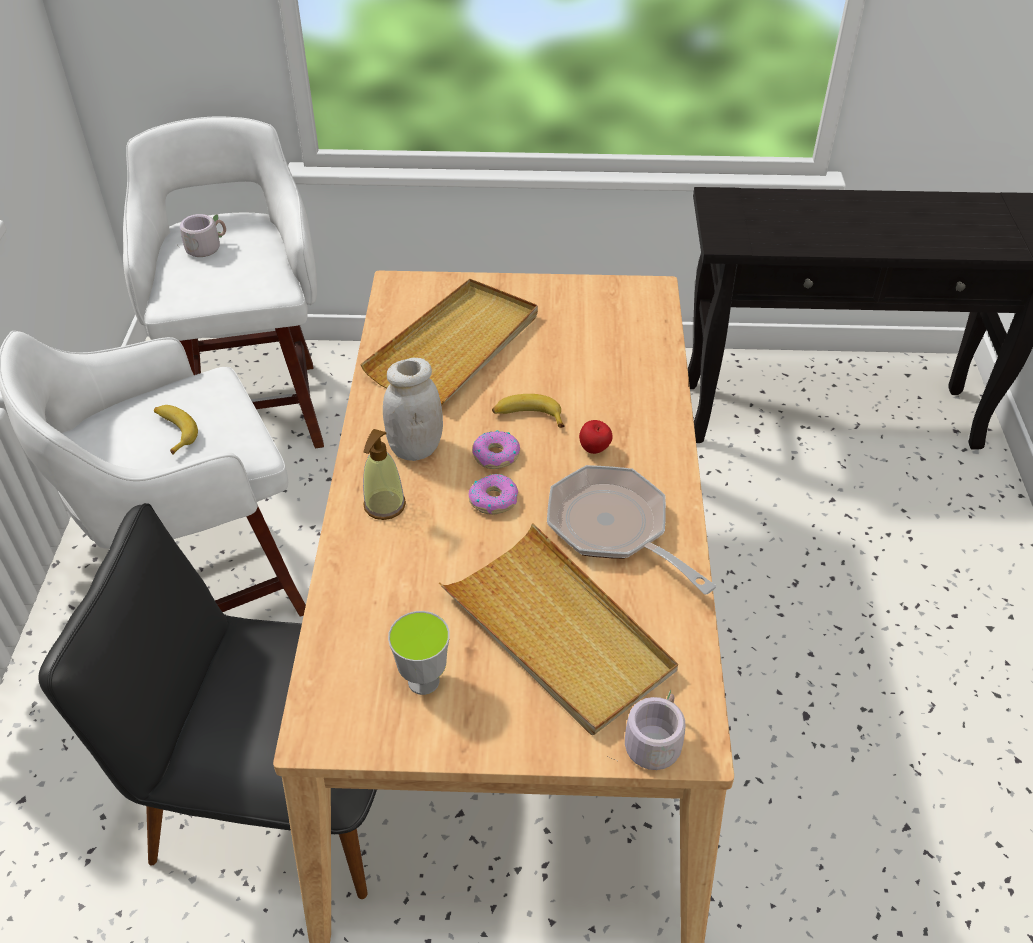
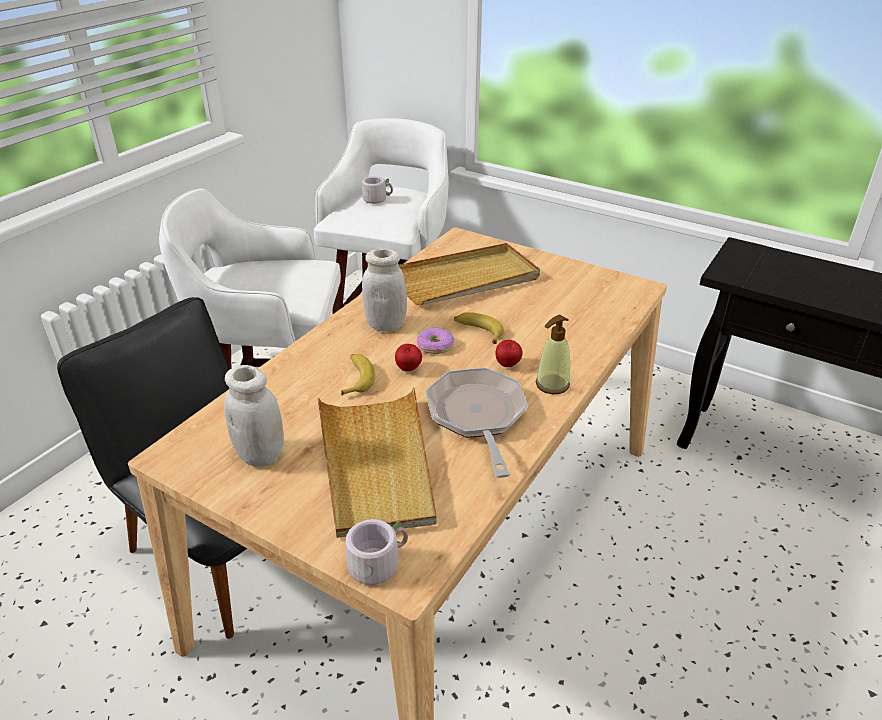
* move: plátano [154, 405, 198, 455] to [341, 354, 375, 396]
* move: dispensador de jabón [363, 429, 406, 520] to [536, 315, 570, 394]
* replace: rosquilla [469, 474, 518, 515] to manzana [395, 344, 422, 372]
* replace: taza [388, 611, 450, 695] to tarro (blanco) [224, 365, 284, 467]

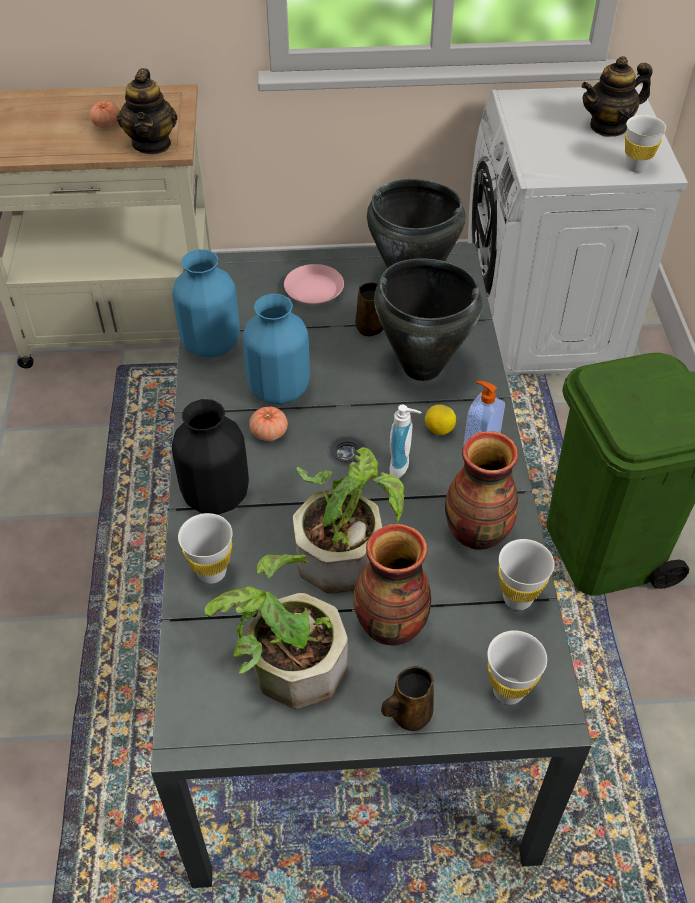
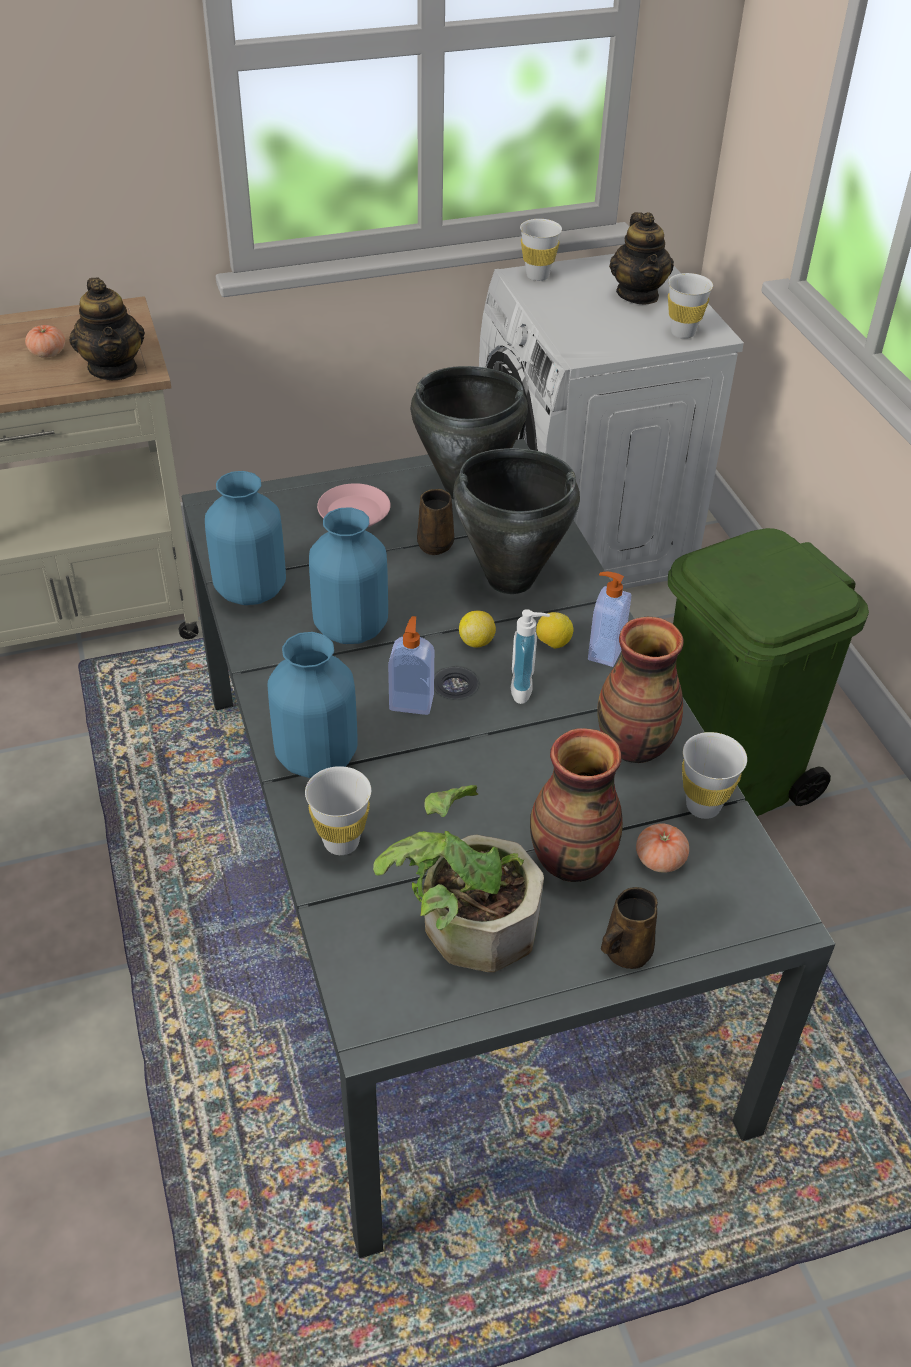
* rotate: tetera [582, 56, 653, 137] = [609, 212, 674, 304] 60 degrees counterclockwise
* recolor: florero (negro) [172, 399, 249, 515] to florero (azul) [268, 632, 358, 778]
* move: tomate [249, 406, 288, 441] to [636, 823, 689, 873]
* delete: planta en maceta [293, 447, 404, 593]
* move: taza (blanco) [487, 630, 547, 705] to [520, 219, 562, 281]
* insert: limón [459, 611, 496, 647]
* insert: dispensador de jabón [388, 616, 434, 715]

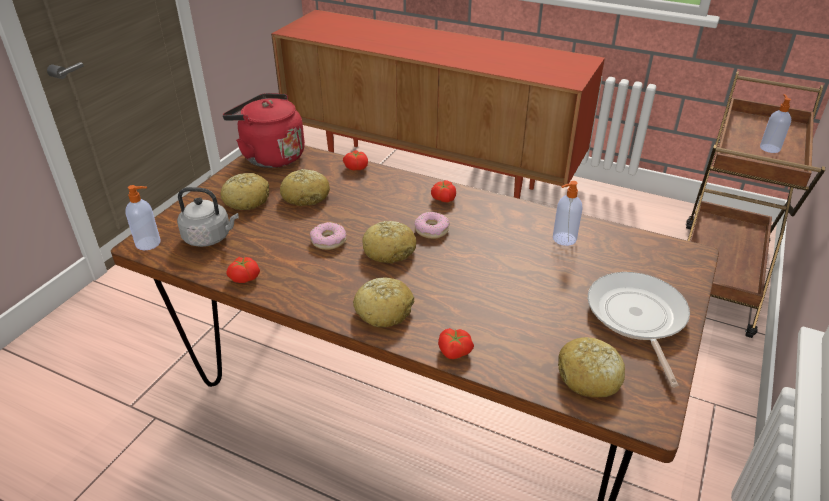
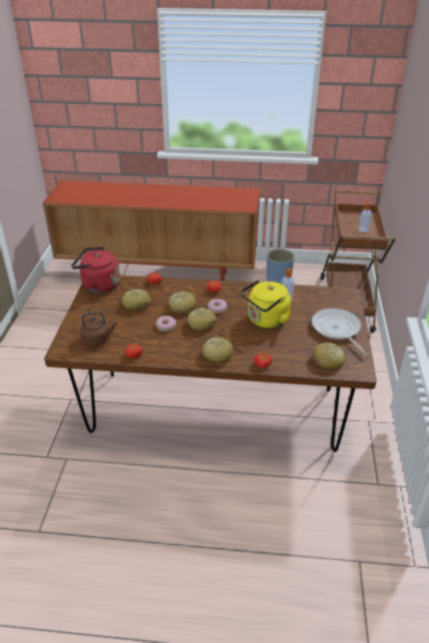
* move: pan [221, 173, 269, 210] to [169, 291, 197, 314]
* delete: dispensador de jabón [125, 185, 160, 250]
* recolor: hervidor (gris) [177, 187, 239, 247] to hervidor (marrón) [80, 311, 117, 345]
* insert: maceta (azul) [266, 249, 295, 284]
* insert: hervidor (amarillo) [240, 280, 291, 328]

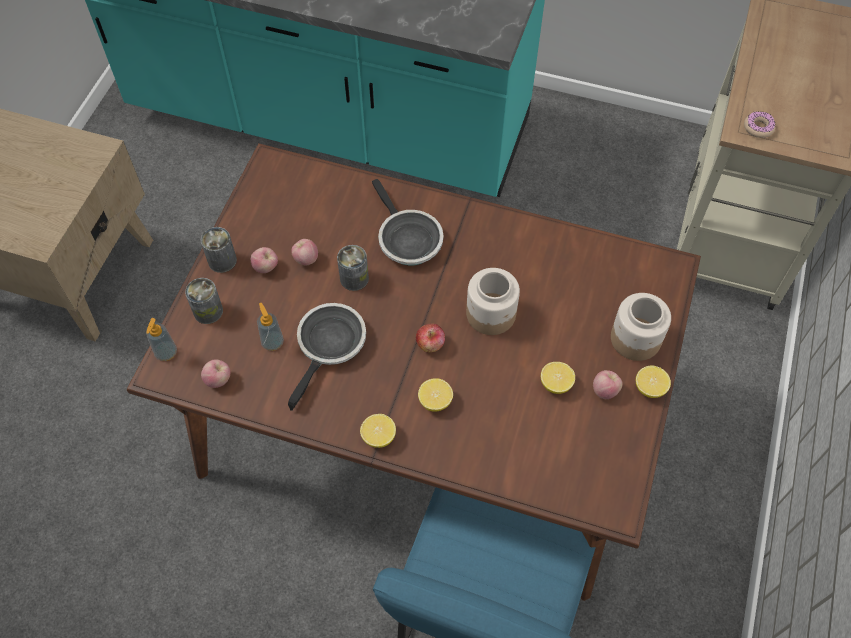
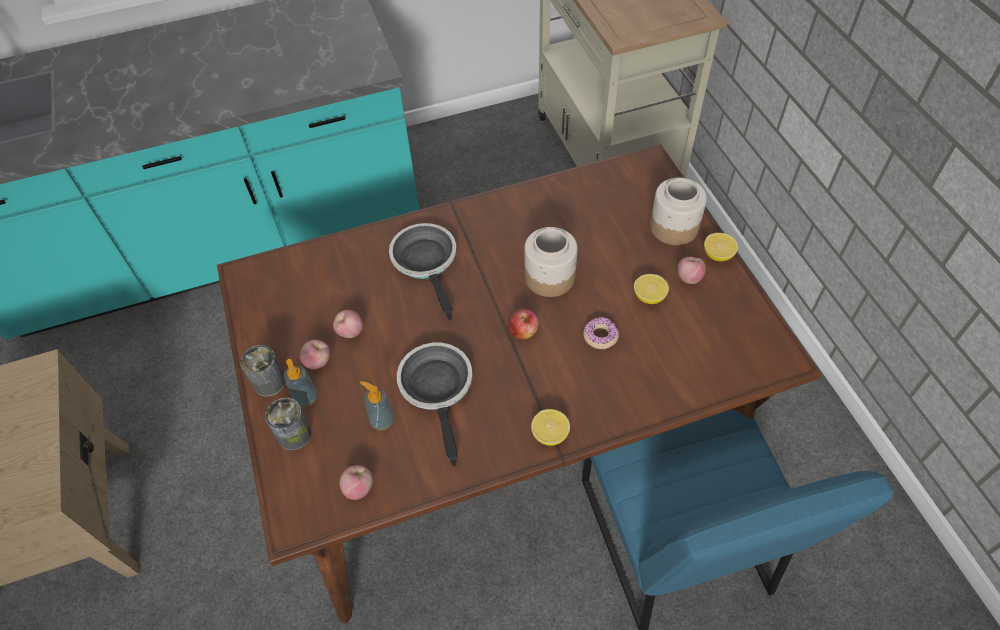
* move: rosquilla [744, 111, 776, 138] to [583, 317, 619, 349]
* rotate: sartén [372, 179, 443, 265] = [389, 223, 457, 320] 135 degrees counterclockwise
* delete: lata [337, 245, 369, 291]
* move: dispensador de jabón [146, 318, 177, 361] to [284, 359, 318, 407]
* delete: limón [418, 378, 453, 412]

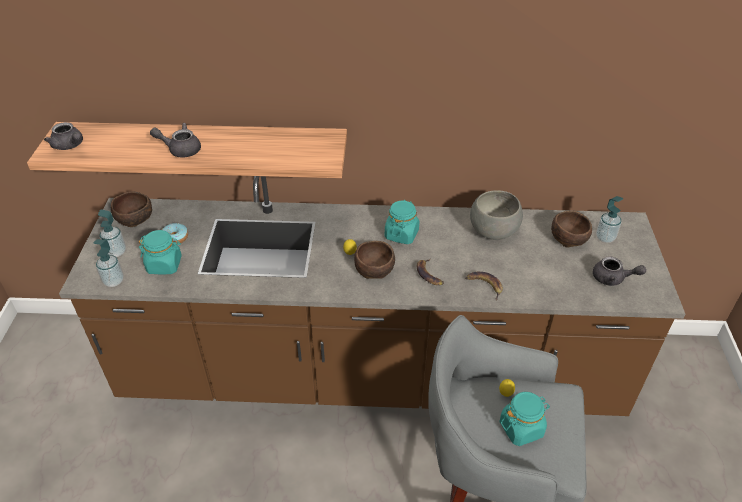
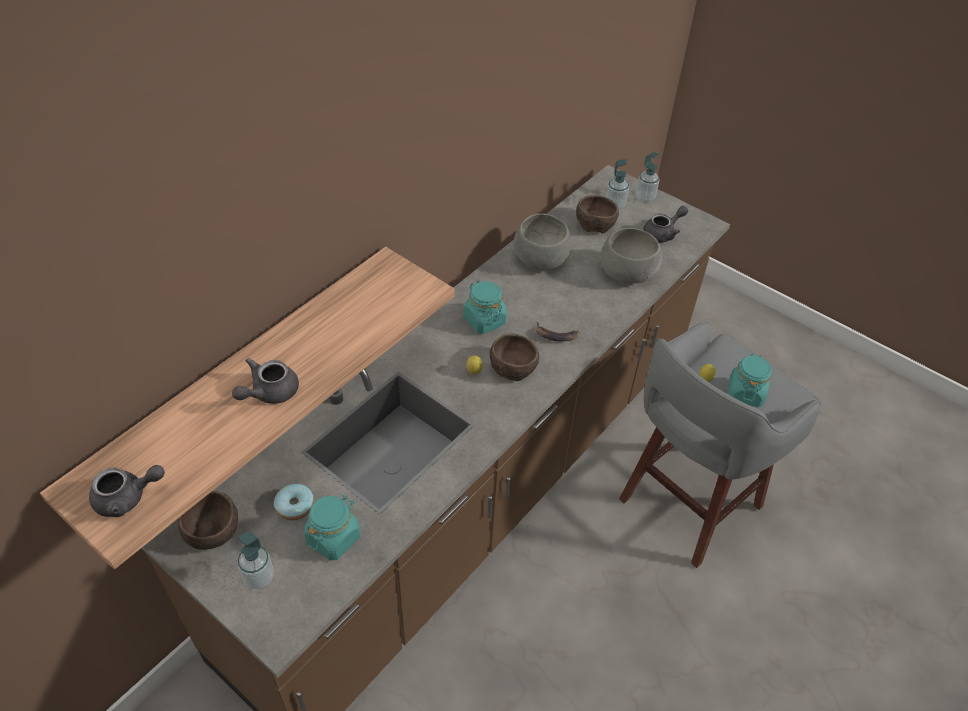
* move: dispensador de jabón [93, 239, 124, 287] to [636, 152, 660, 202]
* delete: plátano [465, 272, 503, 301]
* insert: cuenco (gris) [601, 228, 662, 284]

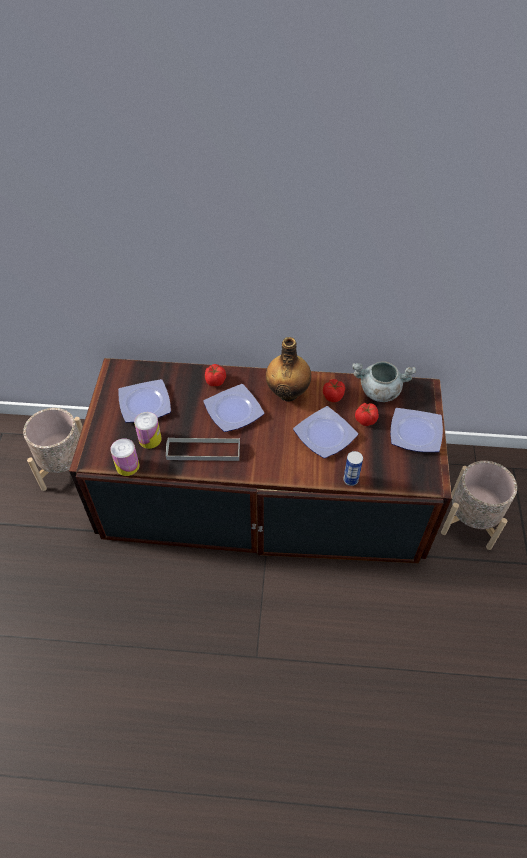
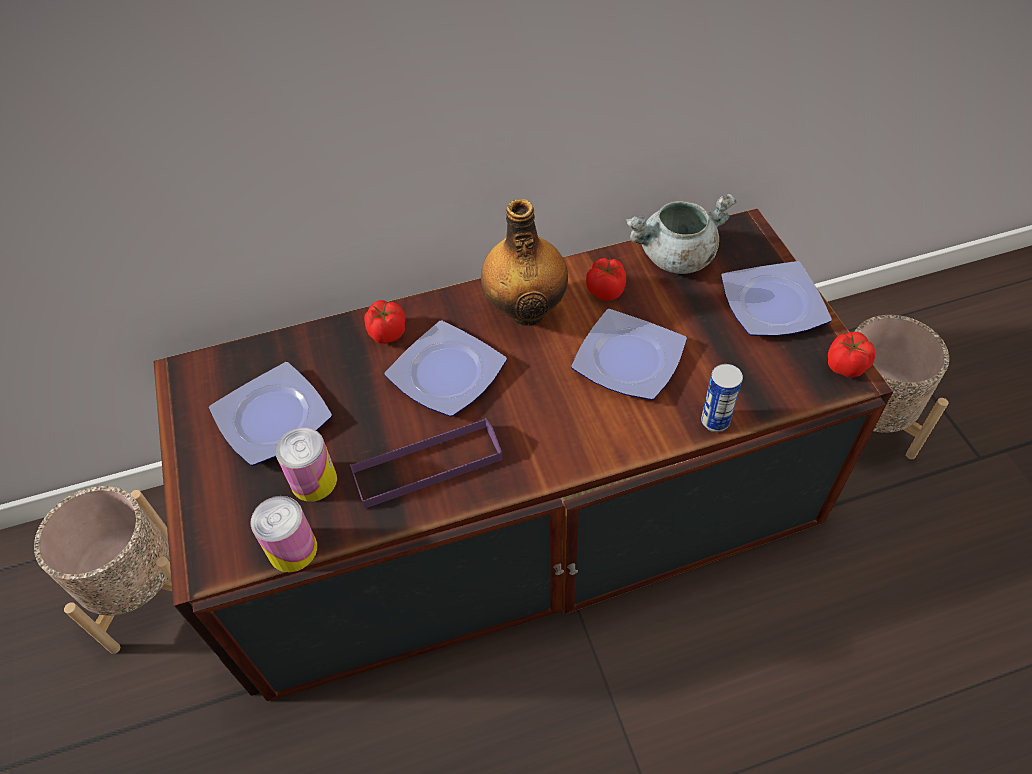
* move: tomate [355, 403, 379, 426] to [828, 332, 875, 377]
* recolor: bandeja (gris) [166, 437, 240, 461] to bandeja (morado) [350, 418, 502, 509]

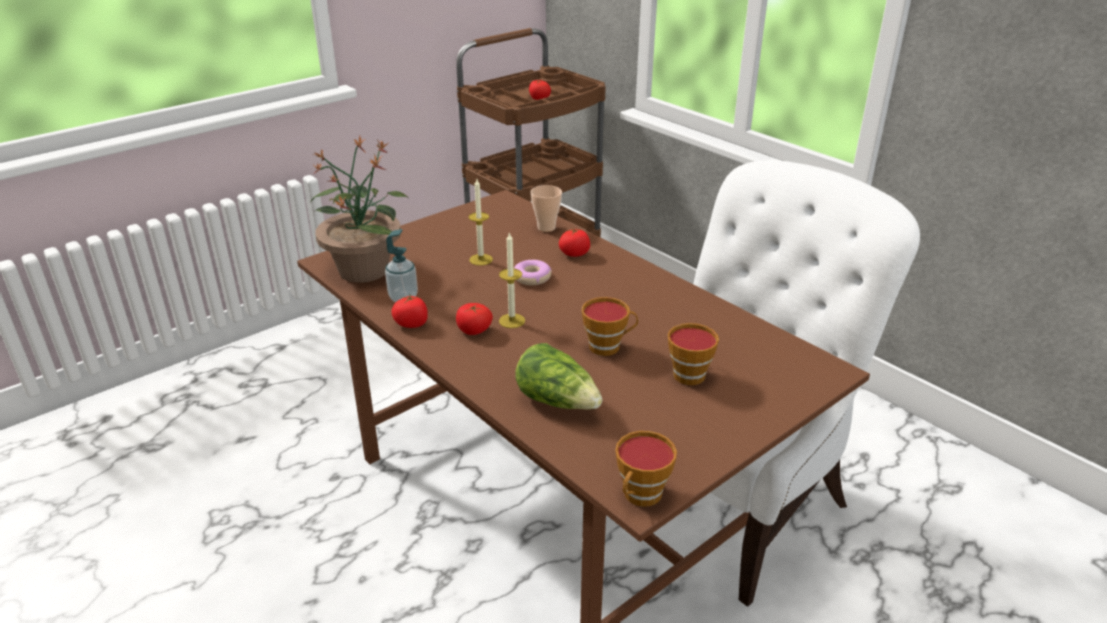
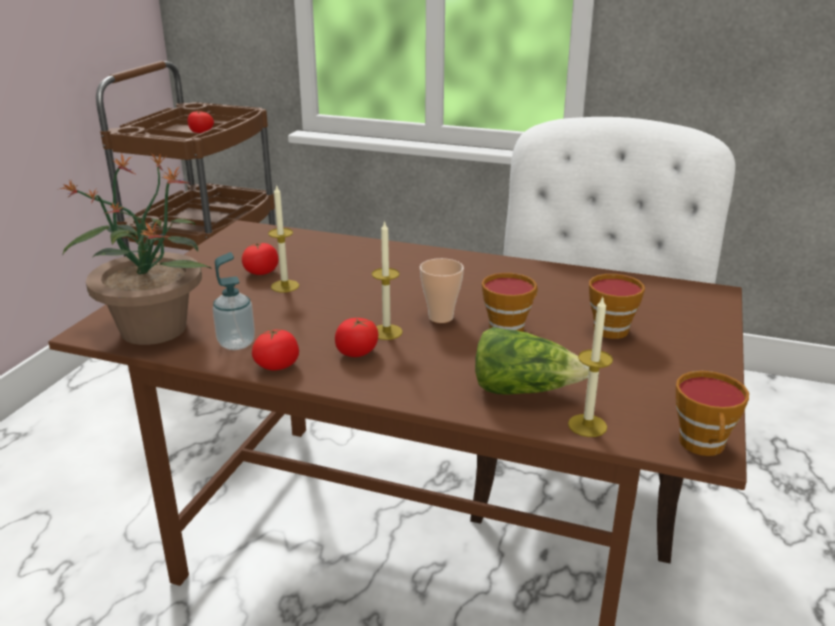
* move: taza [531, 185, 562, 232] to [420, 258, 464, 323]
* move: tomate [559, 227, 590, 257] to [242, 242, 278, 275]
* delete: rosquilla [514, 260, 552, 285]
* insert: vela [568, 297, 613, 437]

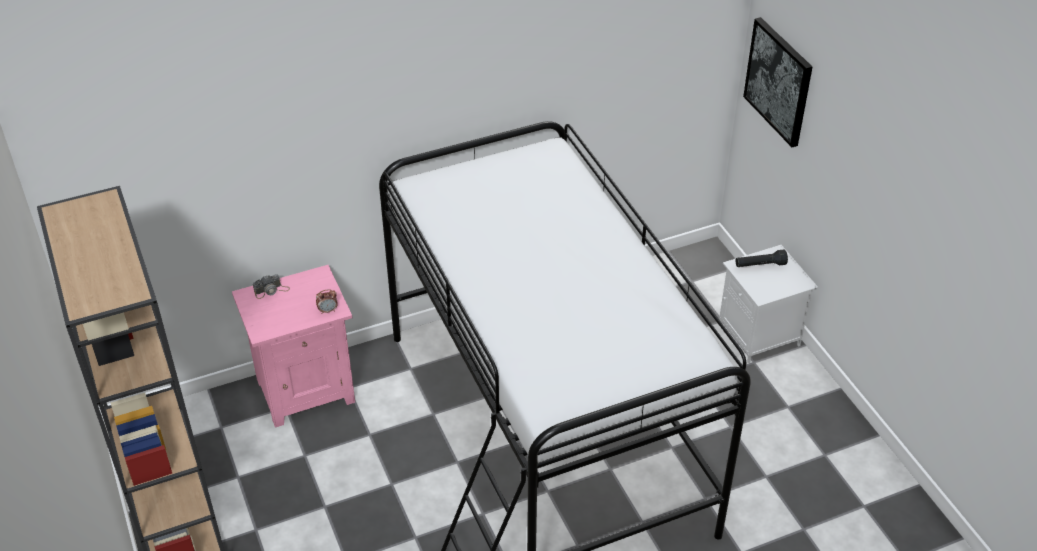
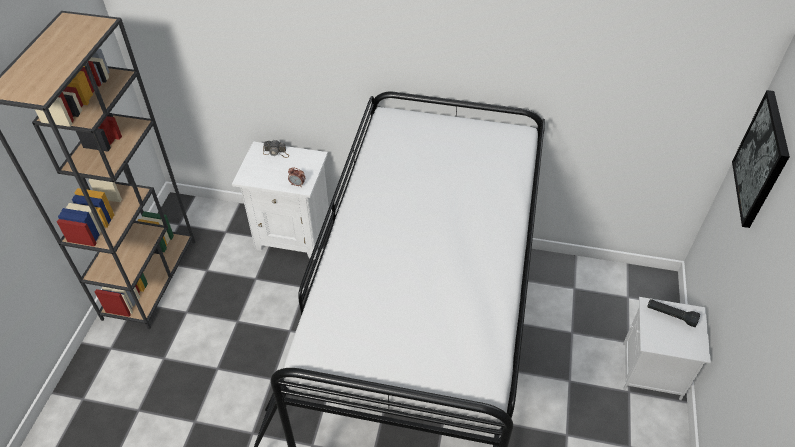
* recolor: mesita de noche (rosa) [232, 265, 355, 428] to mesita de noche (blanco) [232, 141, 330, 260]

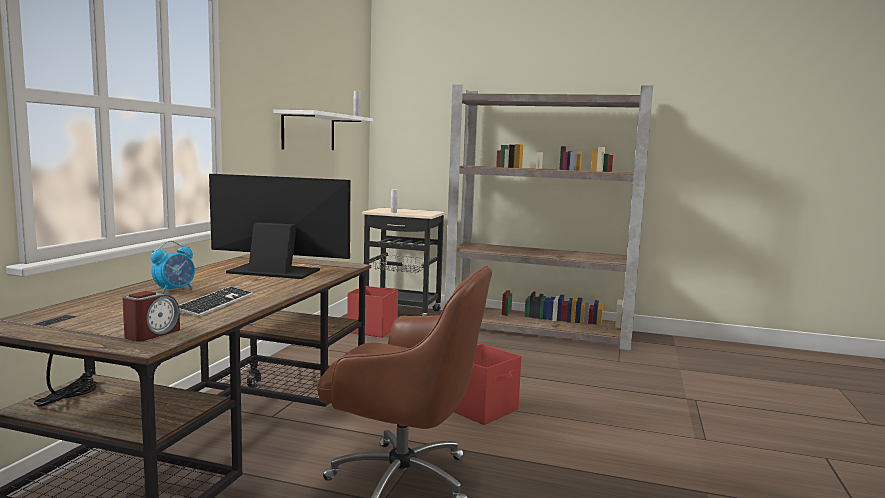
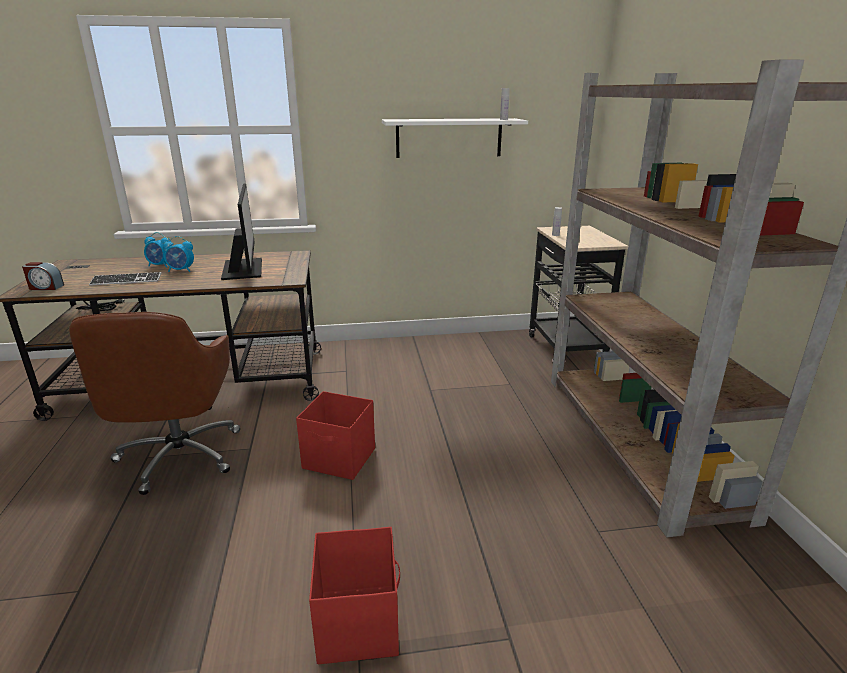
* move: caja de almacenaje (rojo) [347, 286, 398, 338] to [309, 527, 400, 664]
* insert: despertador [163, 236, 194, 272]

